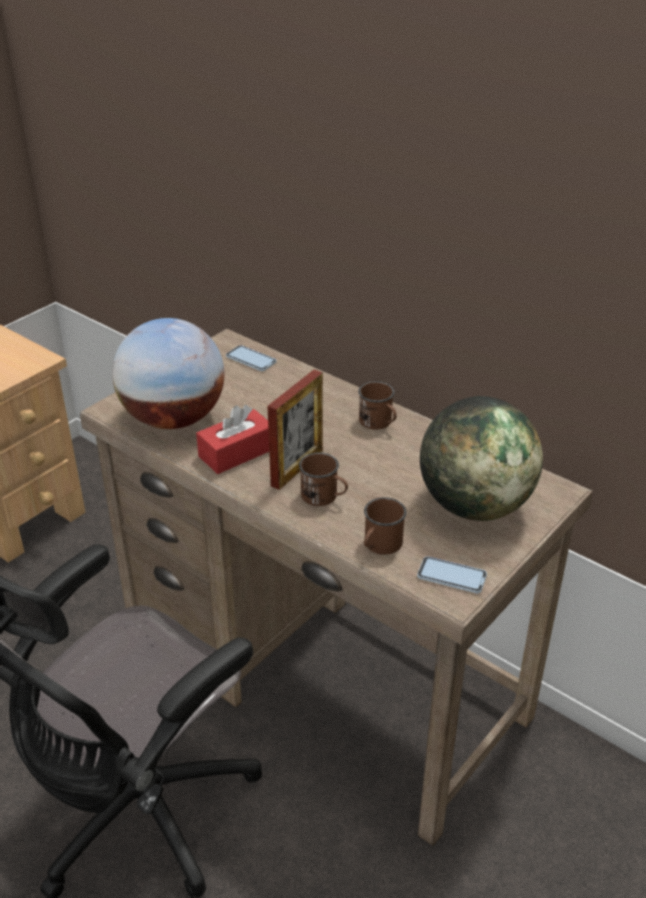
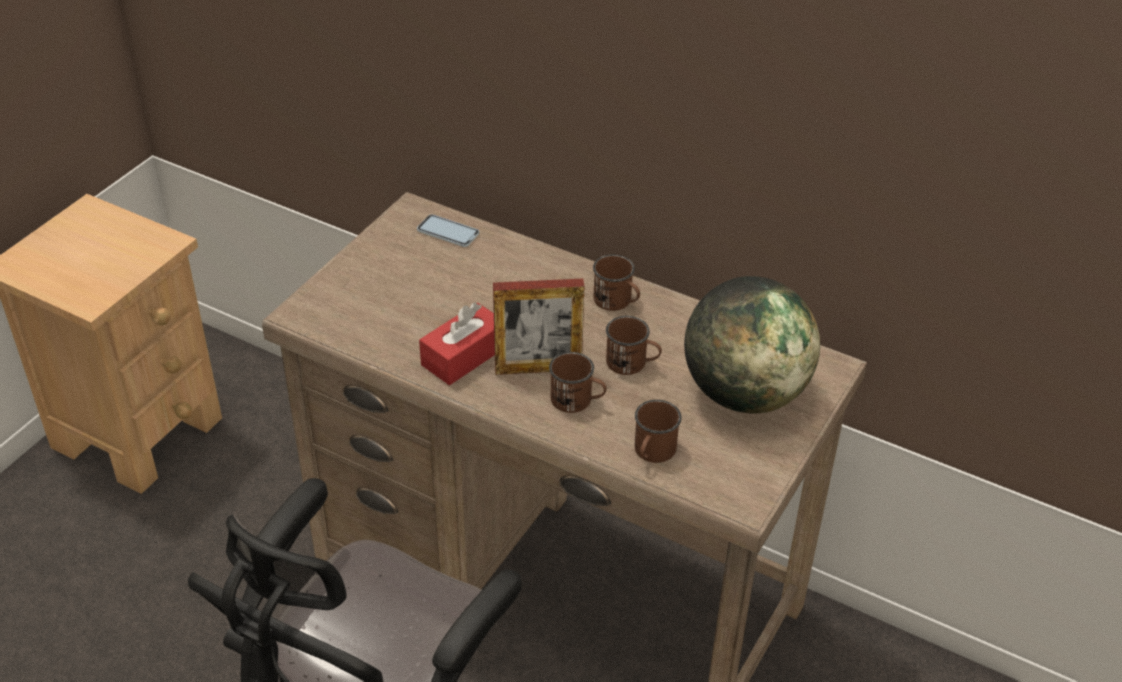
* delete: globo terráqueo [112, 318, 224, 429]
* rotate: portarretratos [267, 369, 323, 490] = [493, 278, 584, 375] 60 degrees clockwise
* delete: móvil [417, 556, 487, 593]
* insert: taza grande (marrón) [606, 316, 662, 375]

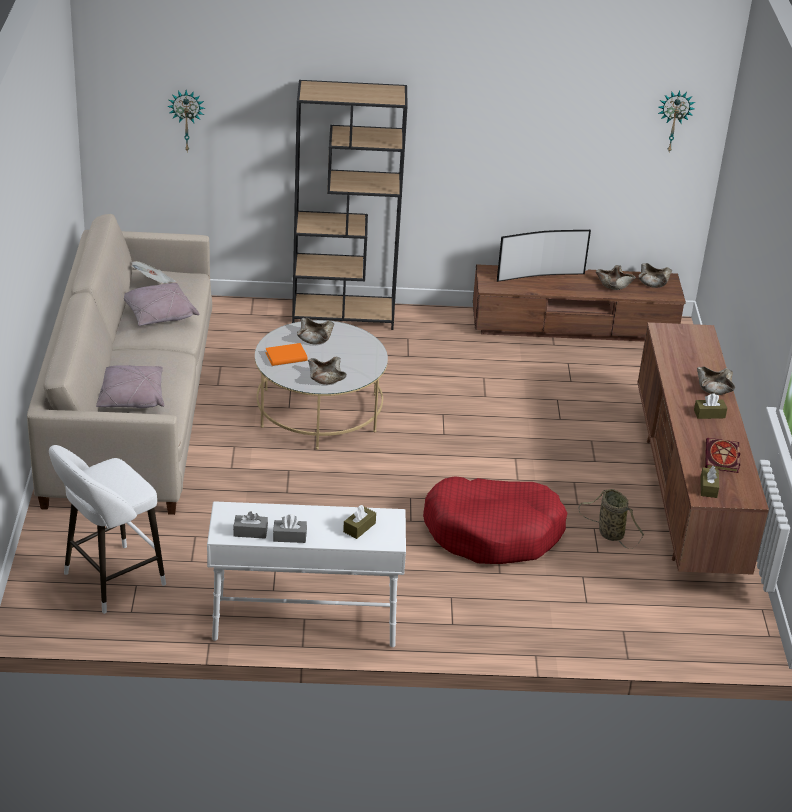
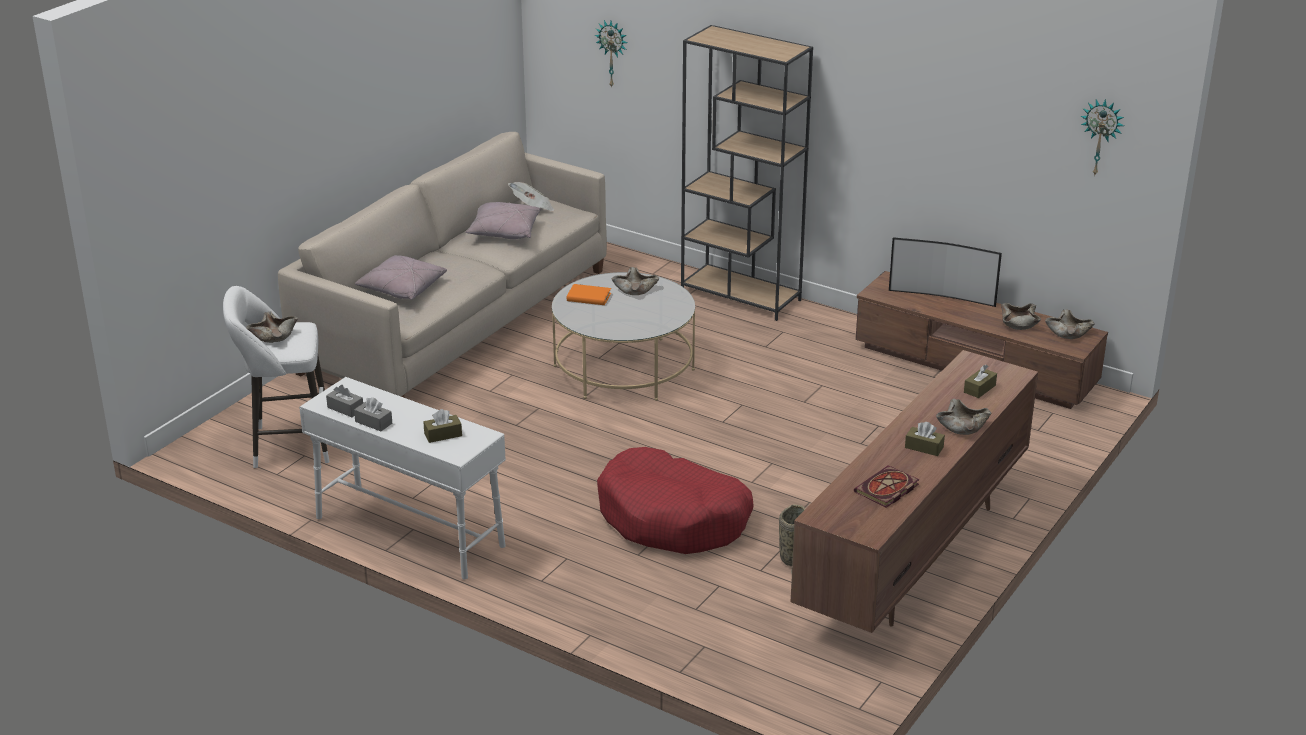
* move: cuenco (beis) [308, 357, 347, 385] to [246, 311, 298, 343]
* move: caja de pañuelos (marrón) [700, 466, 719, 498] to [964, 365, 997, 398]

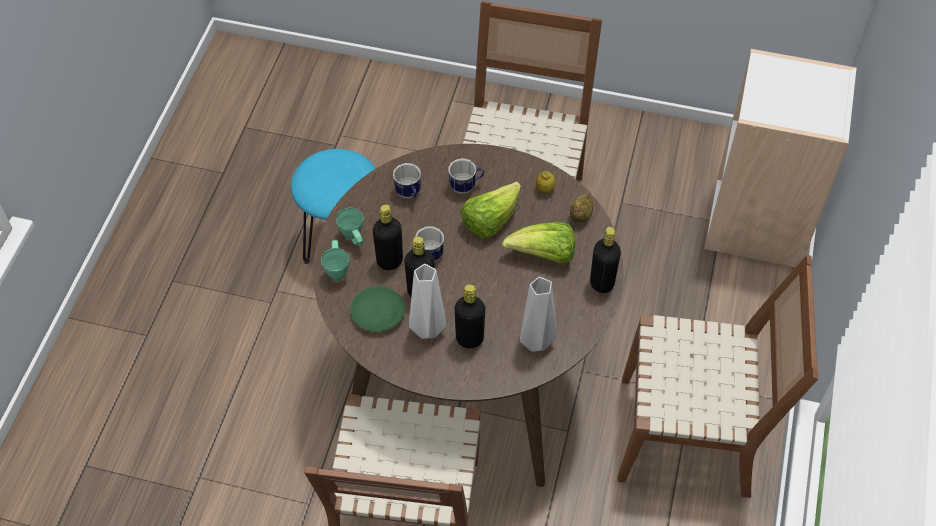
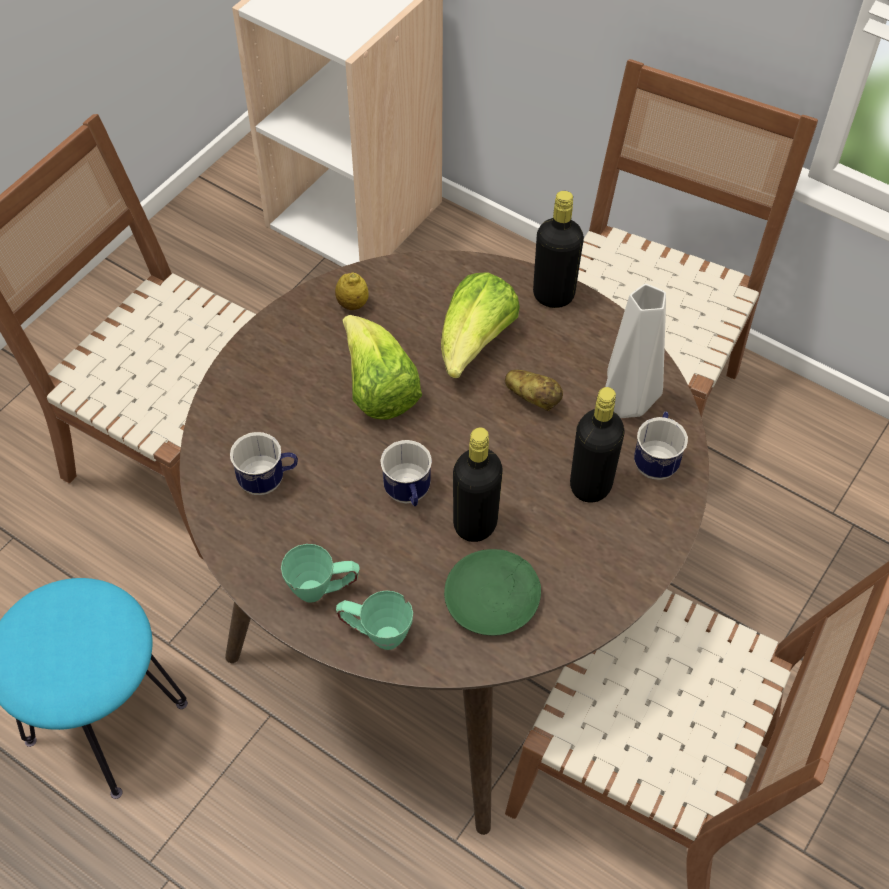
* move: taza grande [448, 159, 484, 194] to [634, 412, 688, 480]
* move: patata [570, 194, 593, 222] to [505, 370, 563, 411]
* delete: botella (negro) [373, 205, 403, 270]
* delete: florero (blanco) [409, 264, 447, 339]

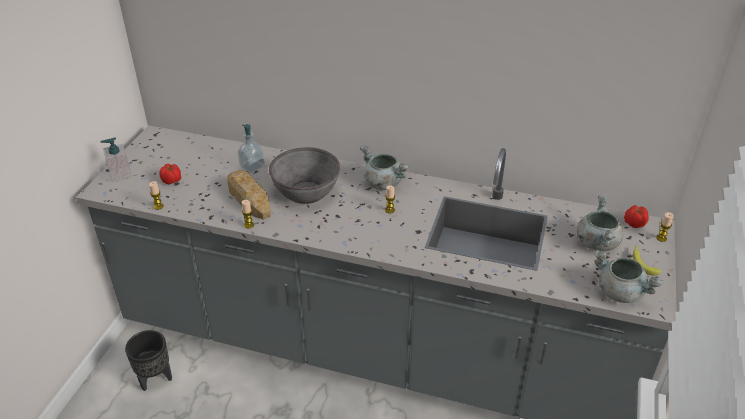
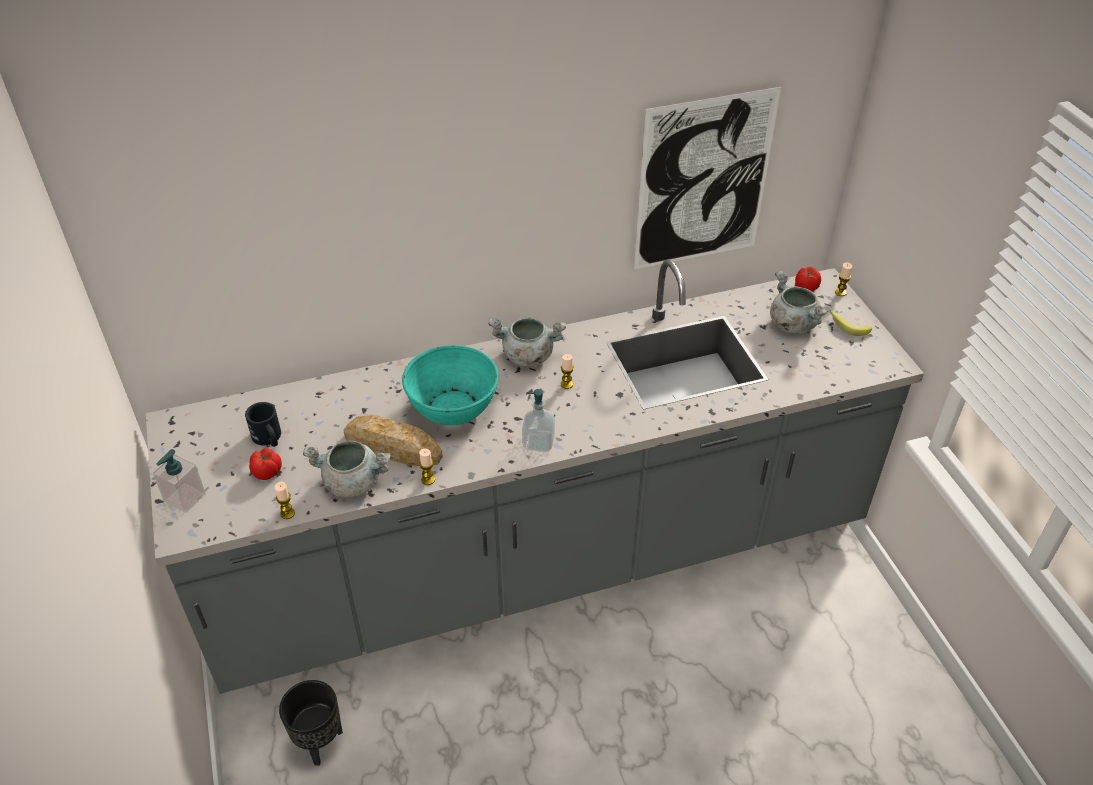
* move: dispensador de jabón [238, 124, 265, 173] to [522, 389, 555, 452]
* recolor: cuenco (gris) [269, 147, 340, 204] to cuenco (turquesa) [402, 345, 499, 426]
* move: olla (gris) [594, 250, 663, 303] to [303, 441, 391, 497]
* insert: cuadro [634, 87, 781, 270]
* insert: taza grande (negro) [245, 402, 281, 447]

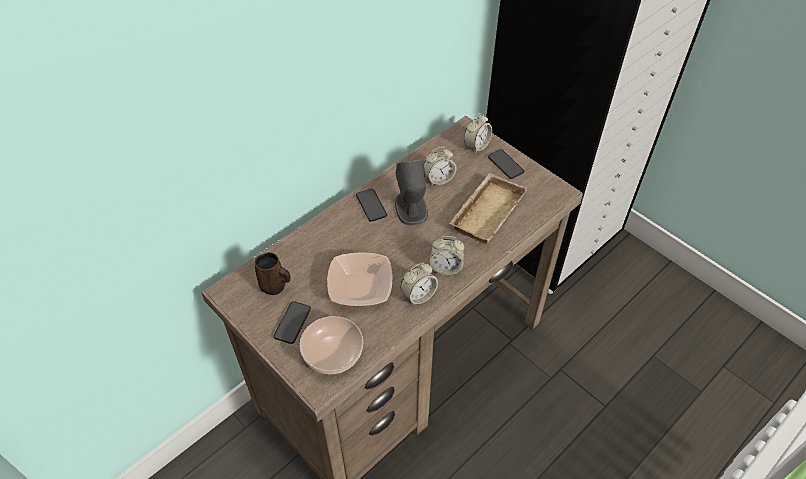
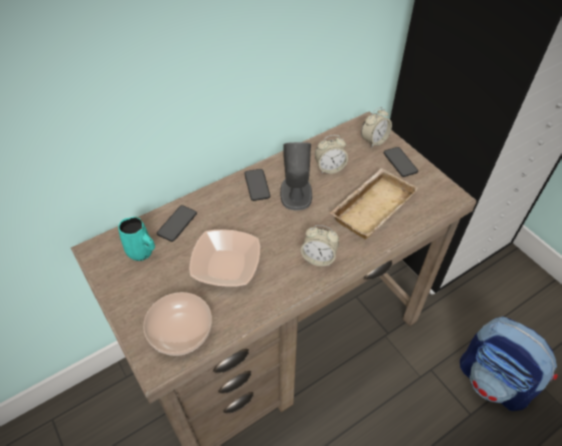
* recolor: taza grande (marrón) [254, 252, 291, 295] to taza grande (turquesa) [118, 217, 155, 261]
* delete: despertador [400, 263, 438, 305]
* move: móvil [273, 301, 311, 344] to [157, 205, 197, 242]
* insert: mochila [460, 317, 558, 411]

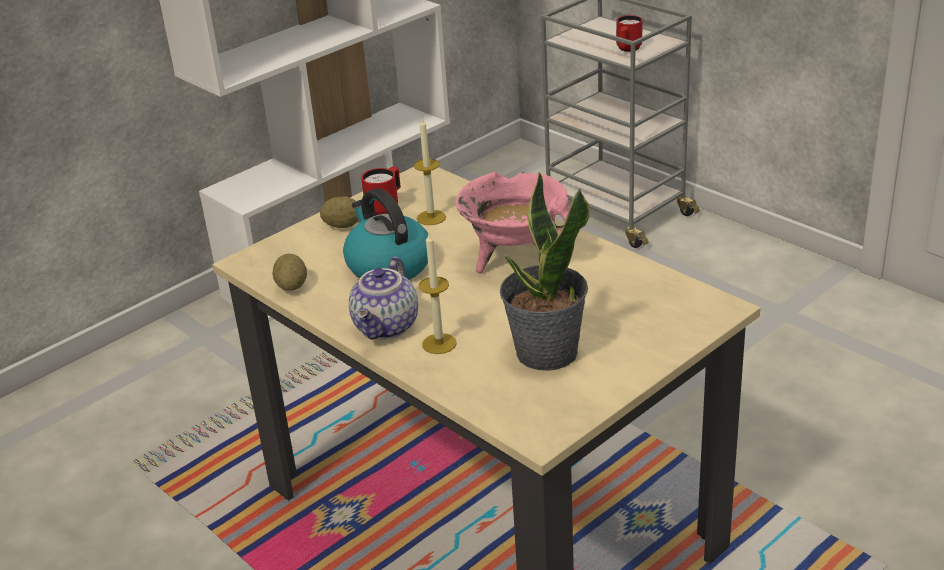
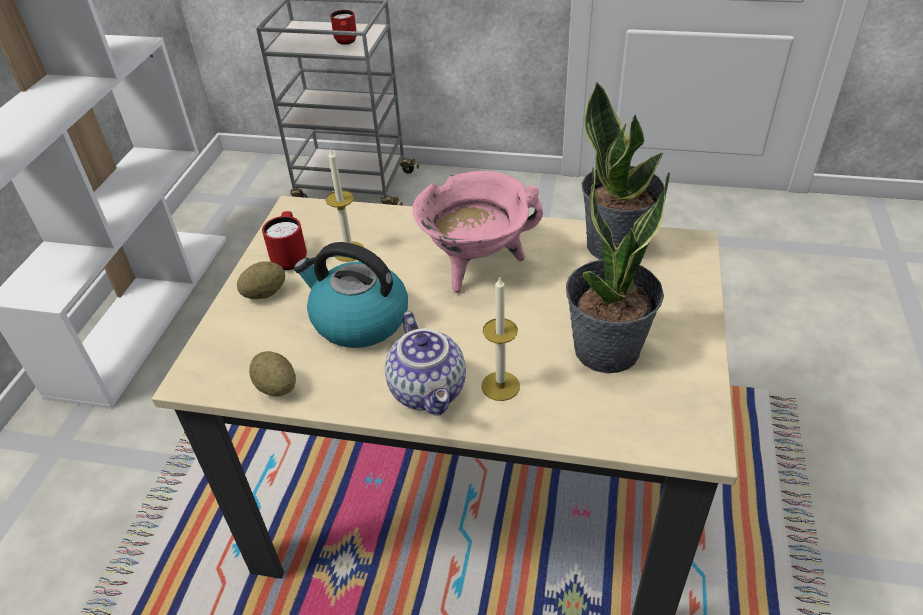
* insert: planta en maceta [582, 81, 664, 260]

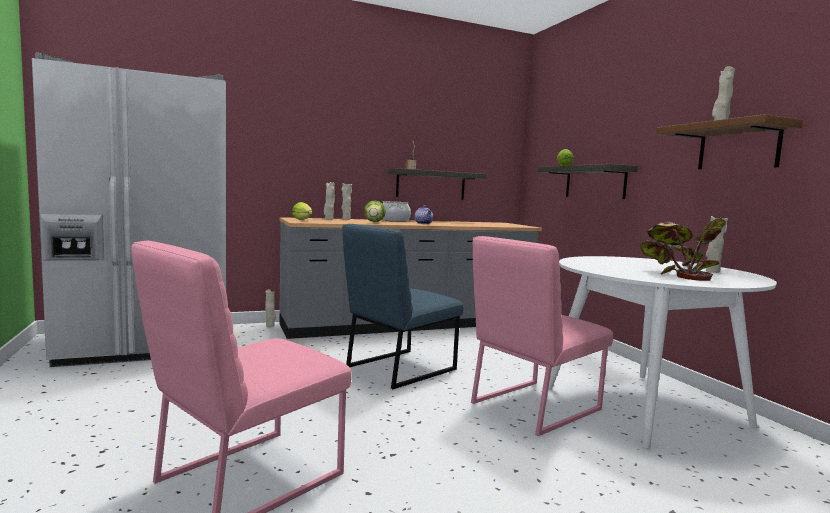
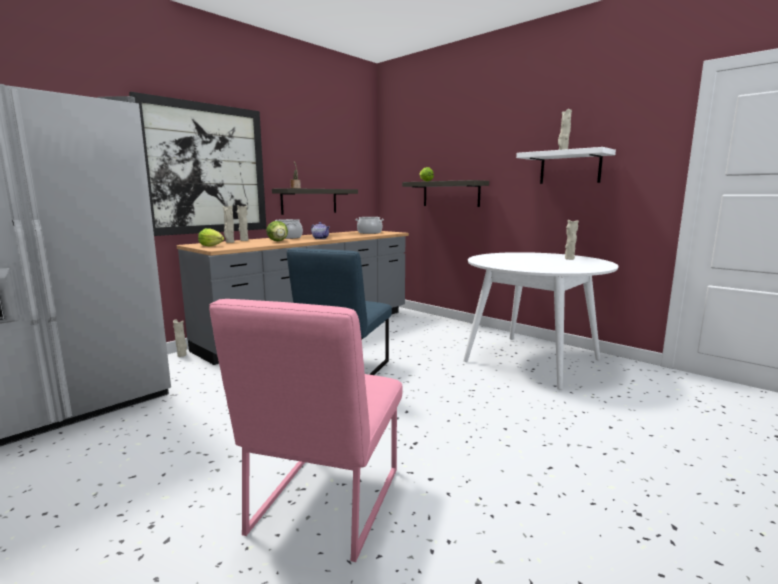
* recolor: estante (marrón) [656, 114, 803, 169] to estante (blanco) [516, 147, 616, 184]
* delete: planta en maceta [640, 218, 726, 281]
* delete: silla (rosa) [471, 236, 613, 436]
* insert: cuadro [129, 92, 266, 236]
* insert: olla [356, 217, 384, 234]

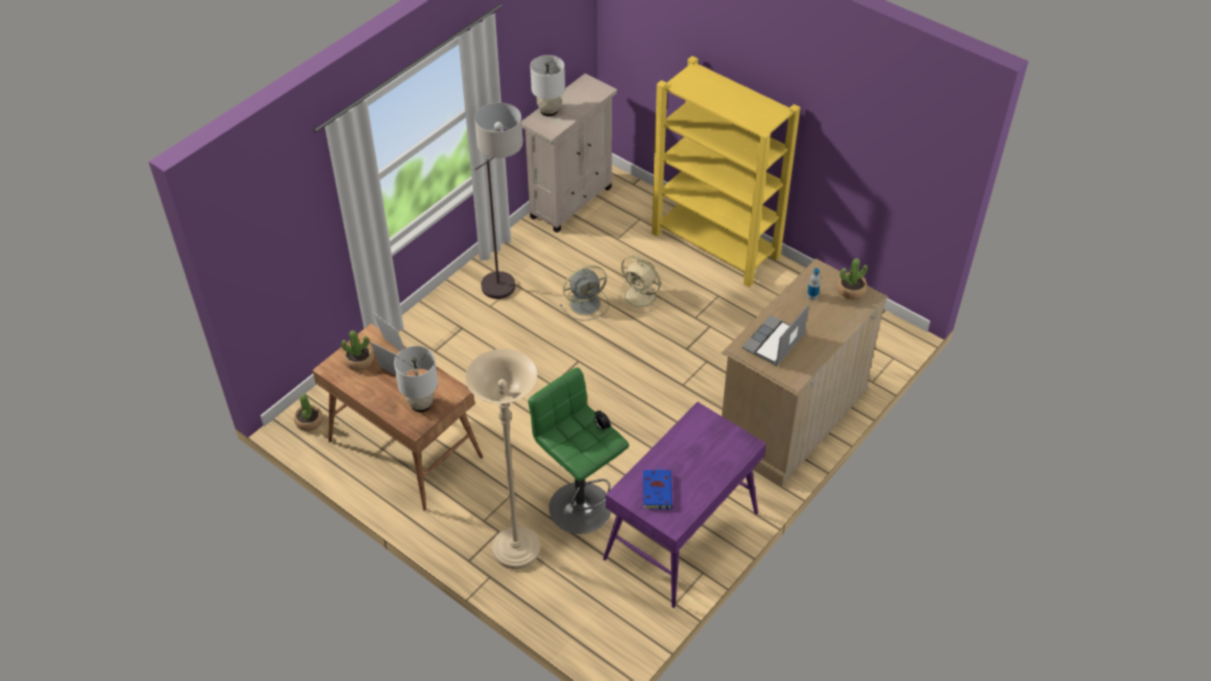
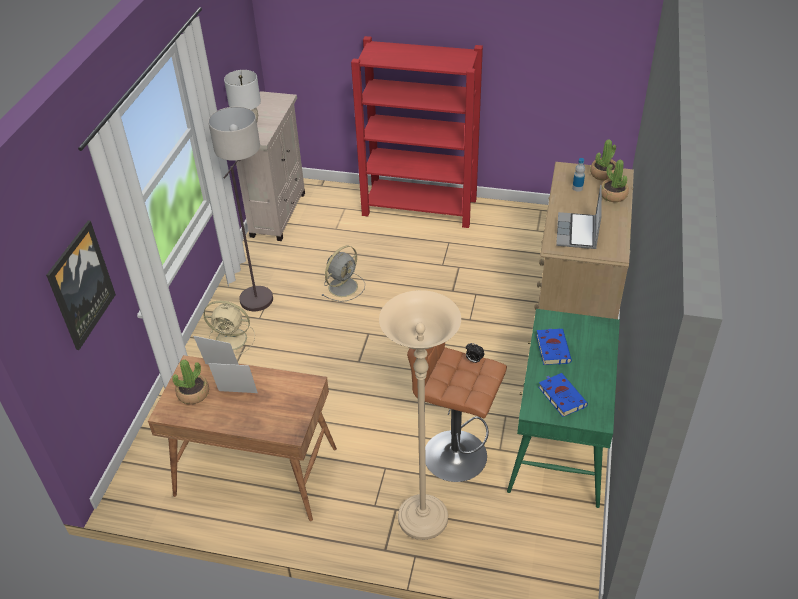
* recolor: estantería (amarillo) [652, 56, 800, 287] to estantería (rojo) [351, 36, 483, 228]
* move: ventilador (beis) [617, 256, 664, 313] to [203, 301, 255, 355]
* delete: lámpara de mesa (blanco) [394, 346, 438, 412]
* recolor: taburete (verde) [528, 367, 629, 534] to taburete (marrón) [407, 342, 507, 482]
* move: planta en maceta [294, 393, 323, 431] to [601, 160, 629, 202]
* recolor: escritorio (morado) [603, 402, 766, 608] to escritorio (verde) [507, 309, 620, 508]
* insert: cuadro [46, 221, 116, 350]
* insert: libro (azul) [536, 328, 572, 365]

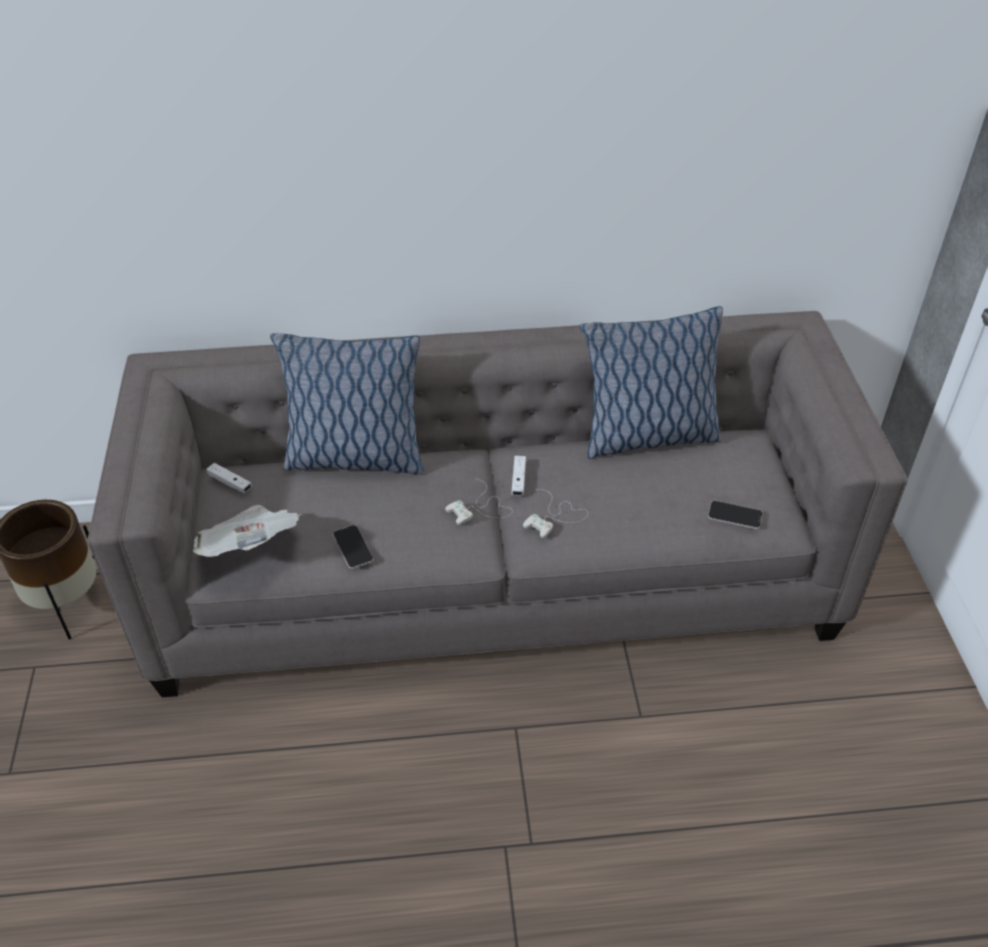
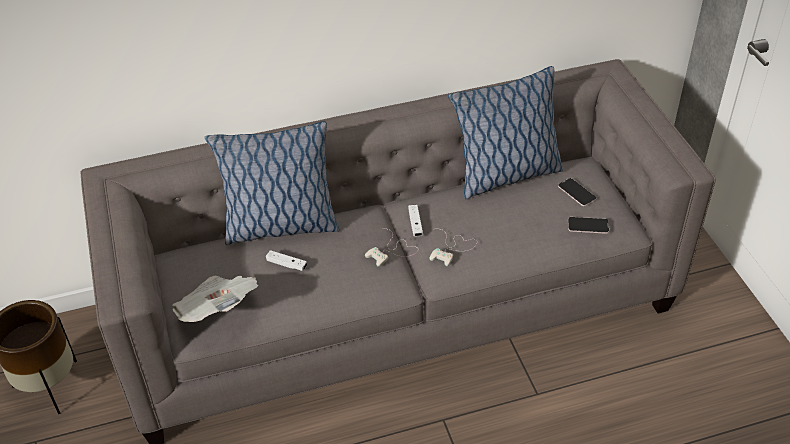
* move: mando de consola (blanco) [206, 463, 252, 493] to [266, 250, 307, 271]
* move: móvil [333, 525, 374, 569] to [558, 178, 597, 206]

